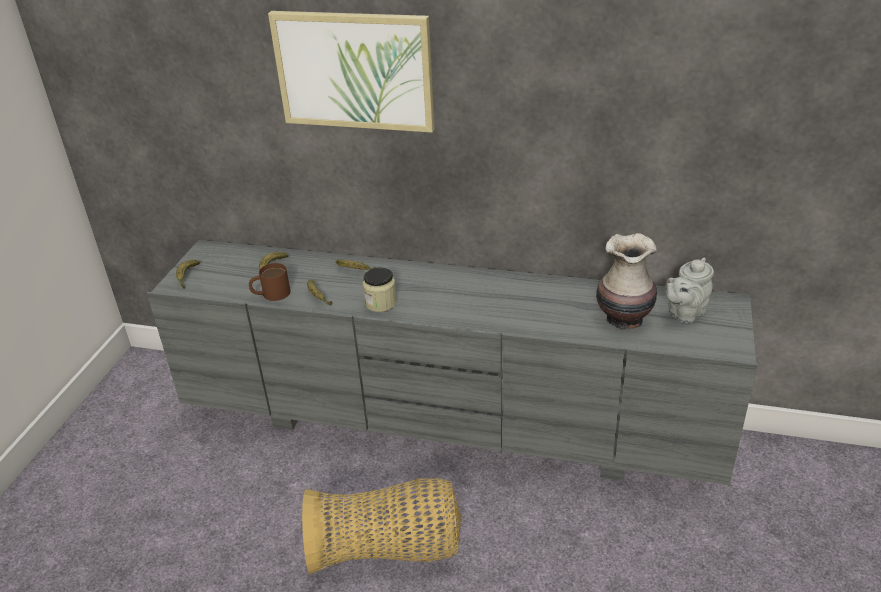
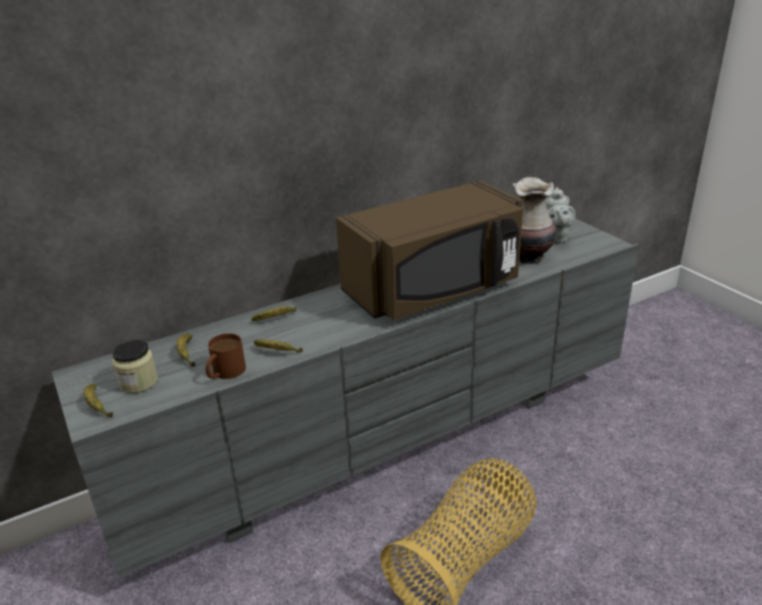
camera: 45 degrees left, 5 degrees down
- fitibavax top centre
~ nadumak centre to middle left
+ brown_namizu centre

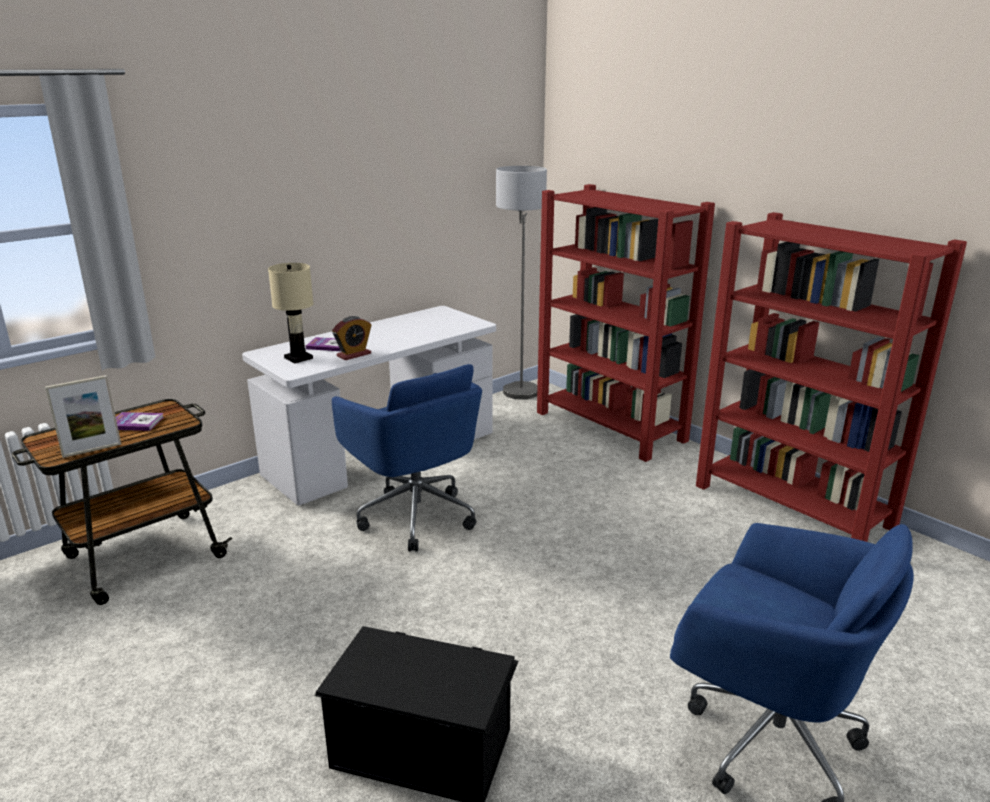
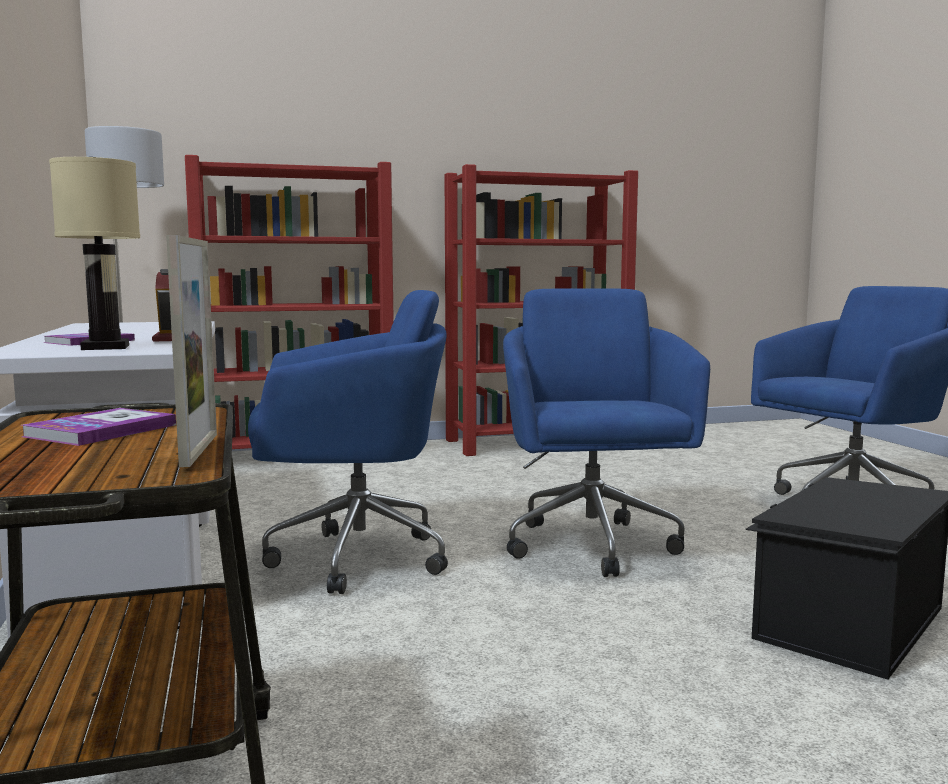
camera: 65 degrees left, 15 degrees down
+ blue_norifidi (no. 2 from left) centre

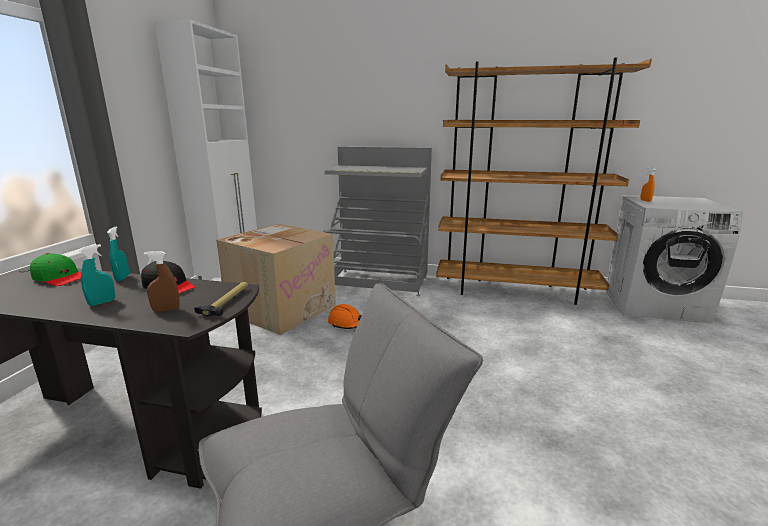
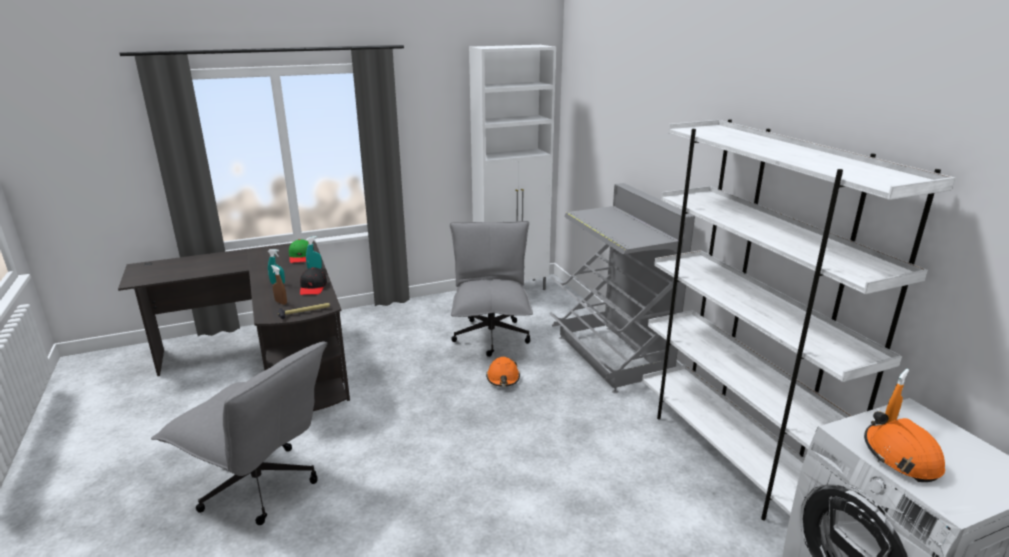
camera: 55 degrees right, 5 degrees up
~ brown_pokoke middle right to white_pokoke middle right
~ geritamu centre to grey_norifidi (no. 2 from left) centre
+ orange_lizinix (no. 2 from left) bottom right

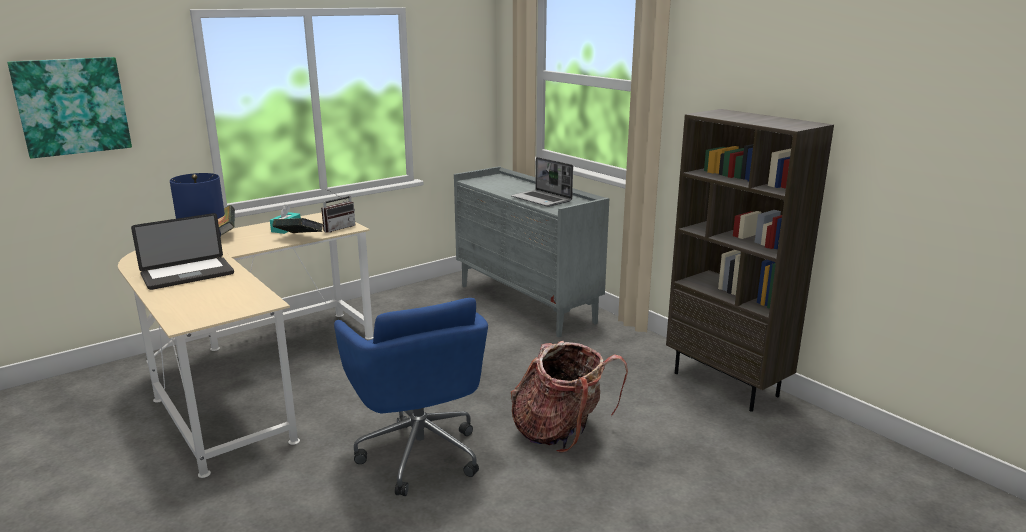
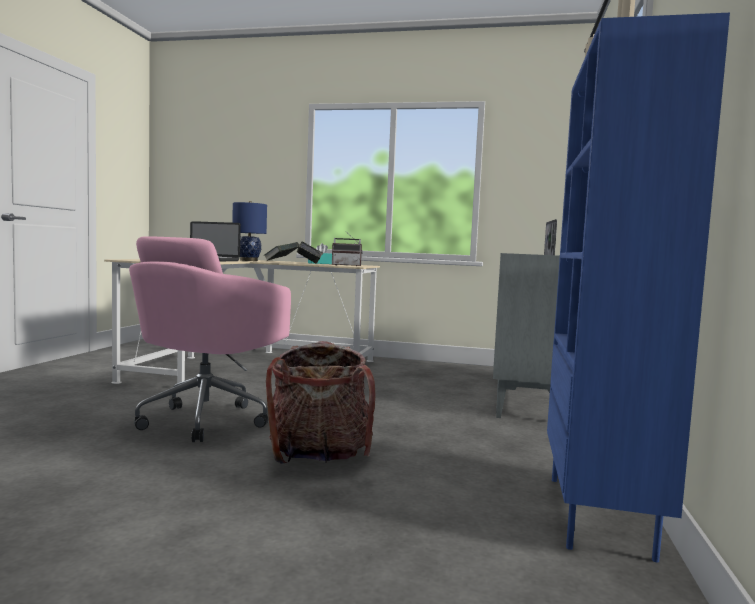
camera: 50 degrees right, 15 degrees down
- fitibavax top left
~ brown_pokoke middle right to blue_pokoke middle right
~ blue_norifidi bottom centre to pink_norifidi middle left

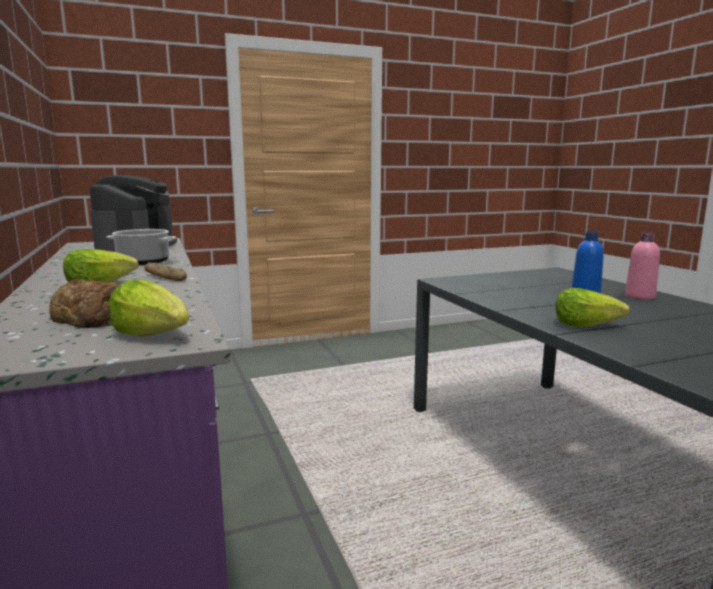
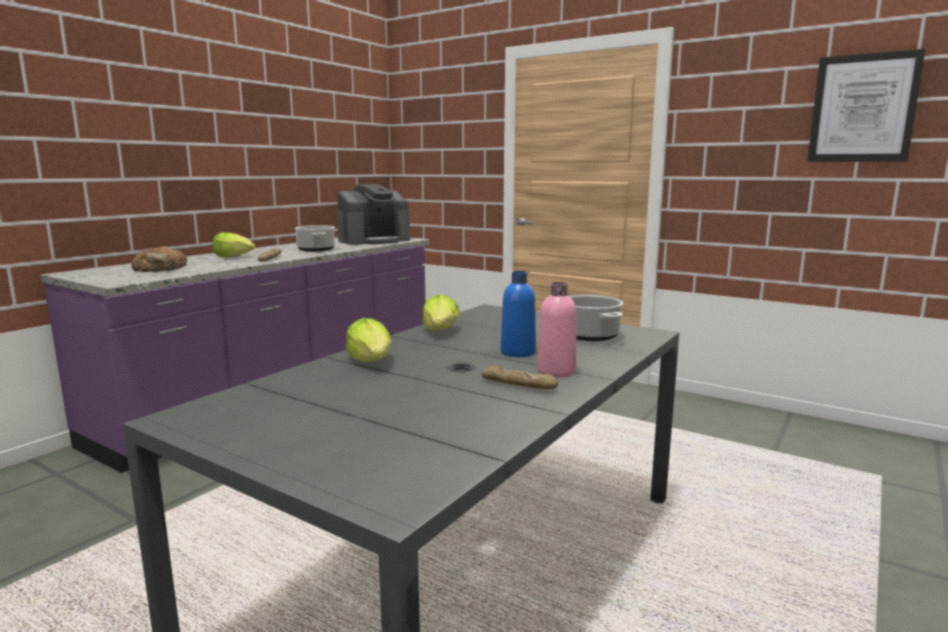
camera: 55 degrees right, 0 degrees up
~ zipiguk (no. 2 from left in the first image) middle left to zipiguk (no. 3 from left) centre
+ fitibavax top right
+ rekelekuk (no. 2 from left) centre
+ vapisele (no. 3 from left) centre

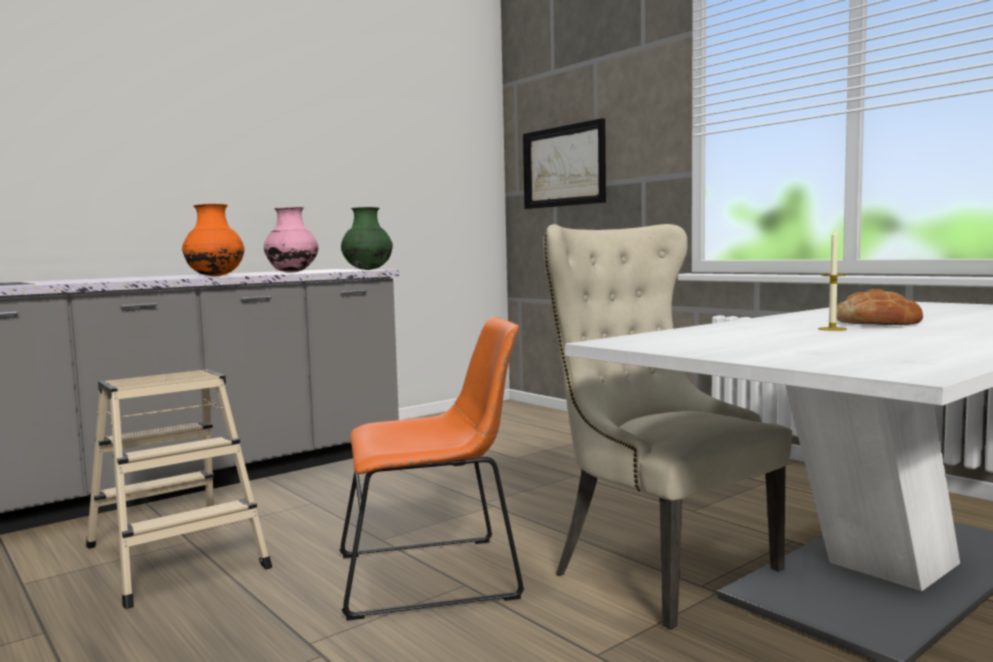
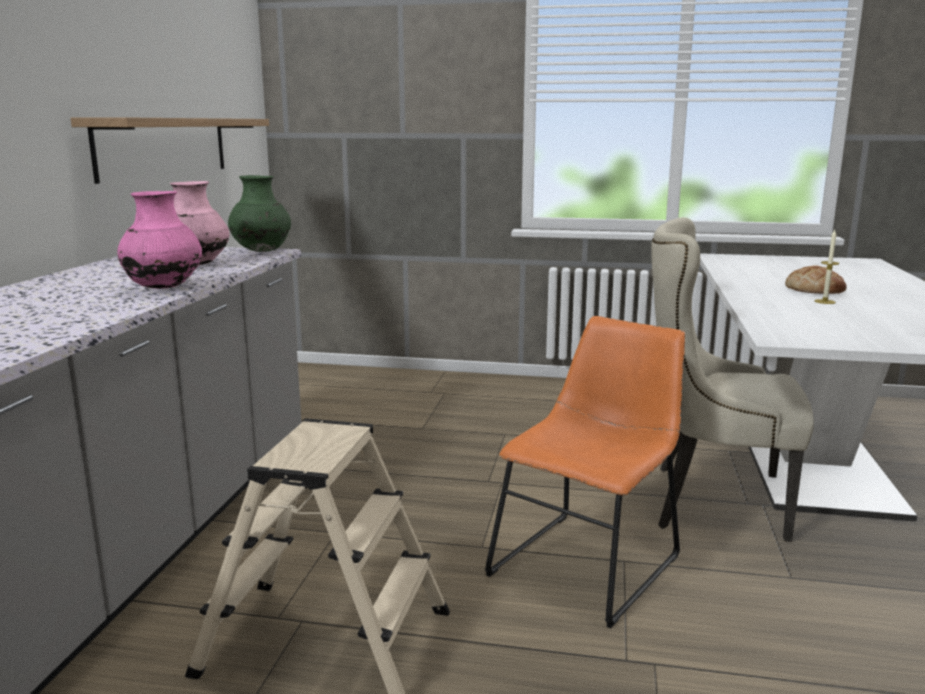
camera: 40 degrees left, 10 degrees up
- fitibavax top centre
~ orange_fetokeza middle left to pink_fetokeza (no. 1 from left) middle left
+ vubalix top left

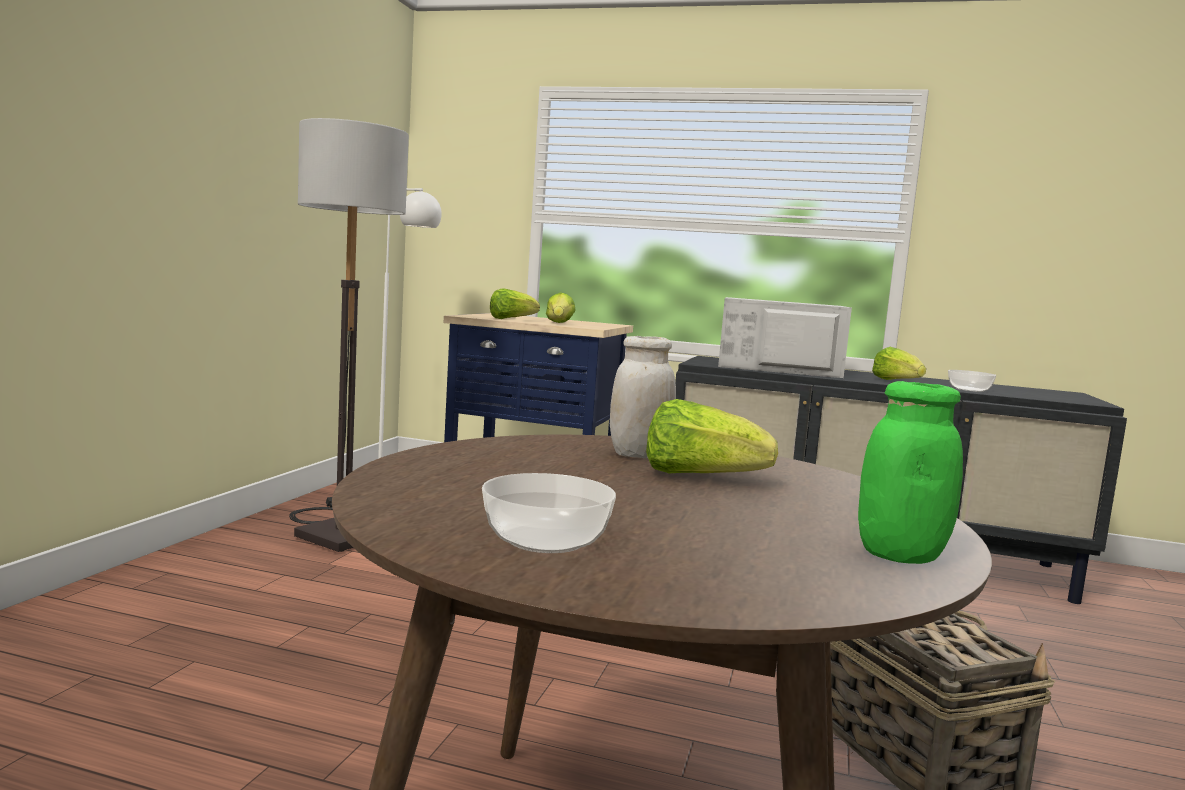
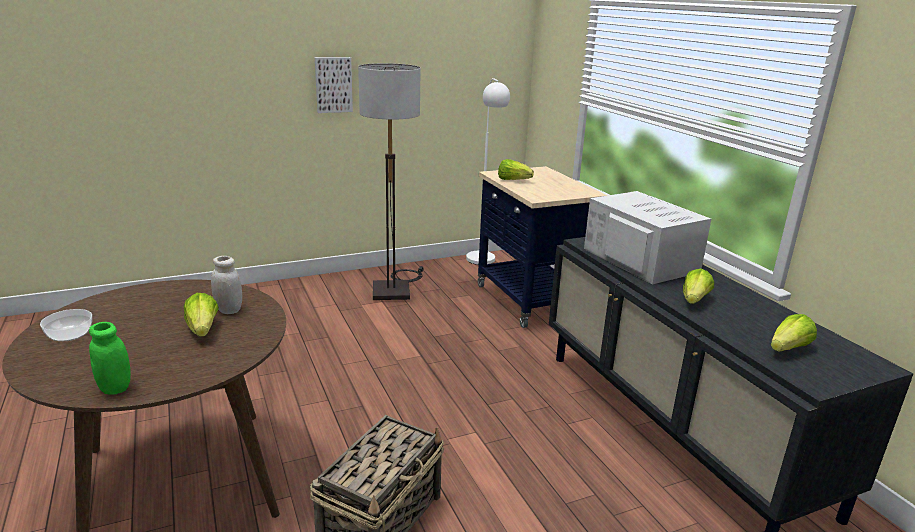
camera: 50 degrees right, 15 degrees up
~ zipiguk (no. 2 from left in the first image) centre to zipiguk (no. 4 from left) middle right
- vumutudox (no. 2 from left) middle right
+ fitibavax top centre

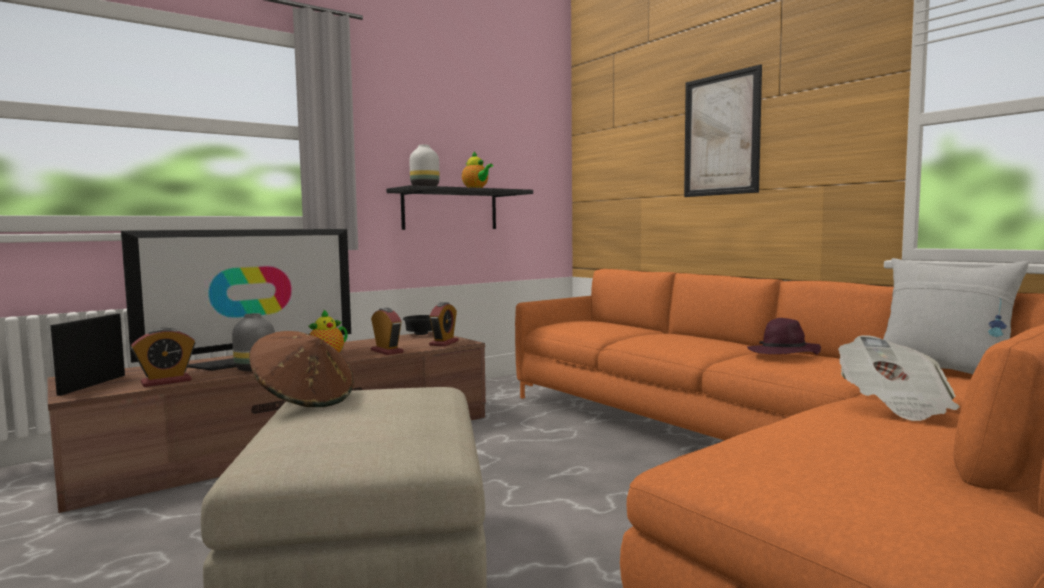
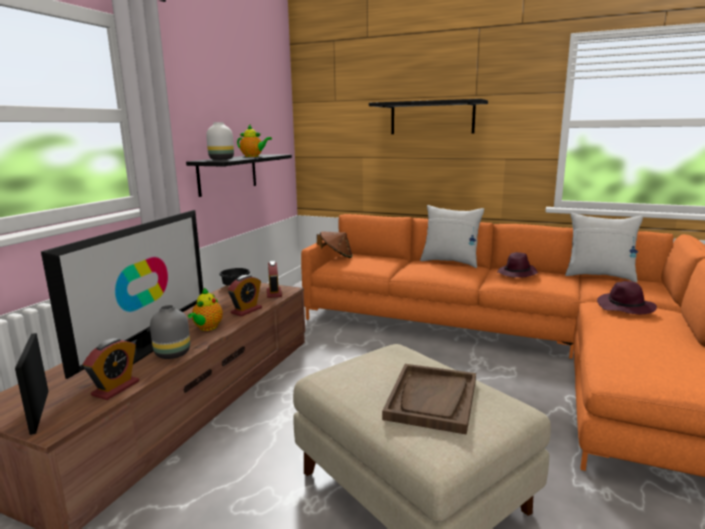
camera: 30 degrees left, 10 degrees up
~ fitibavax top right to black_vubalix (no. 2 from left) top centre
~ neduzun (no. 2 from left) centre = centre 105 degrees clockwise
~ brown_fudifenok middle left to centre
~ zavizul middle right to purple_fudifenok (no. 2 from left) middle right
+ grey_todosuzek (no. 1 from left) centre
+ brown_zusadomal bottom centre

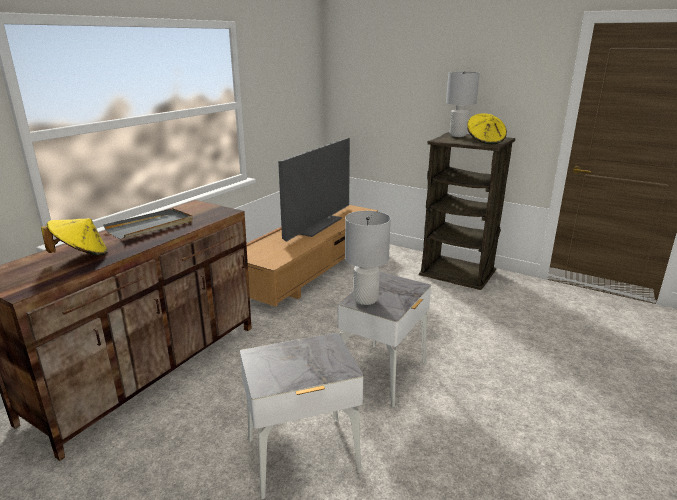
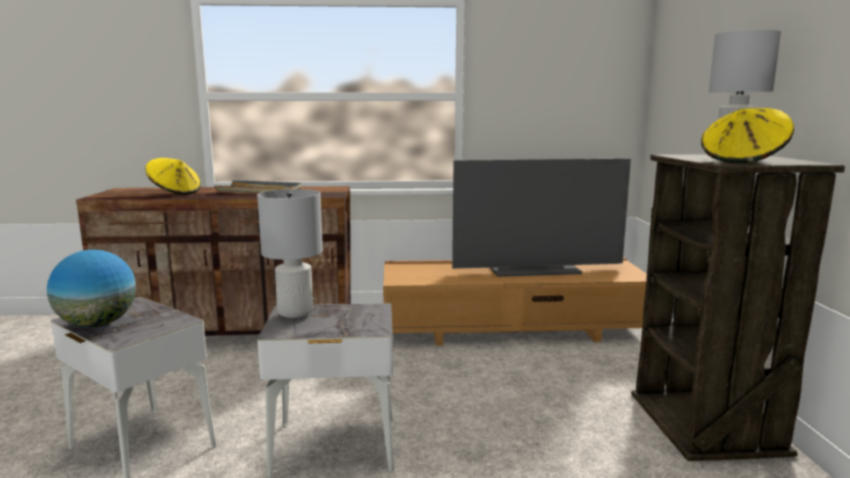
camera: 55 degrees right, 10 degrees down
+ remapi middle left

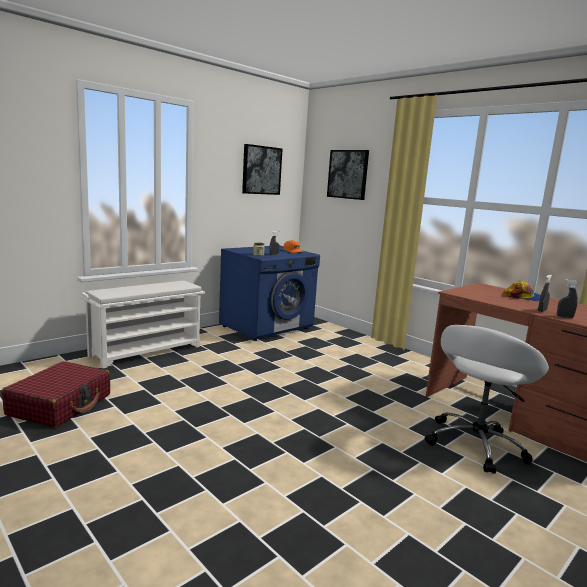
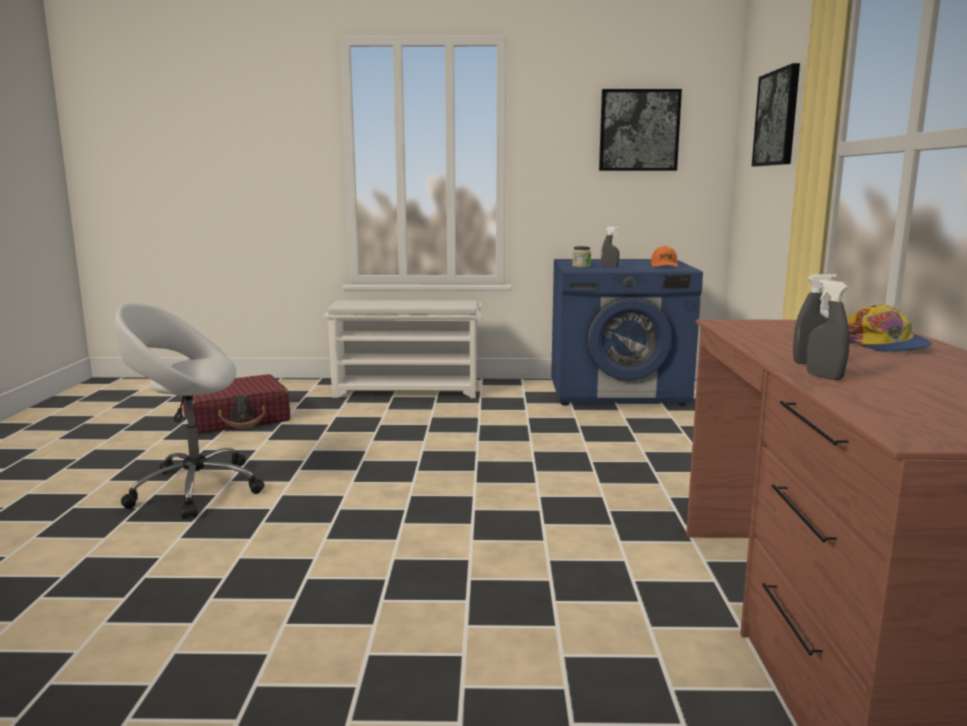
camera: 45 degrees right, 0 degrees up
~ white_norifidi bottom right to middle left

